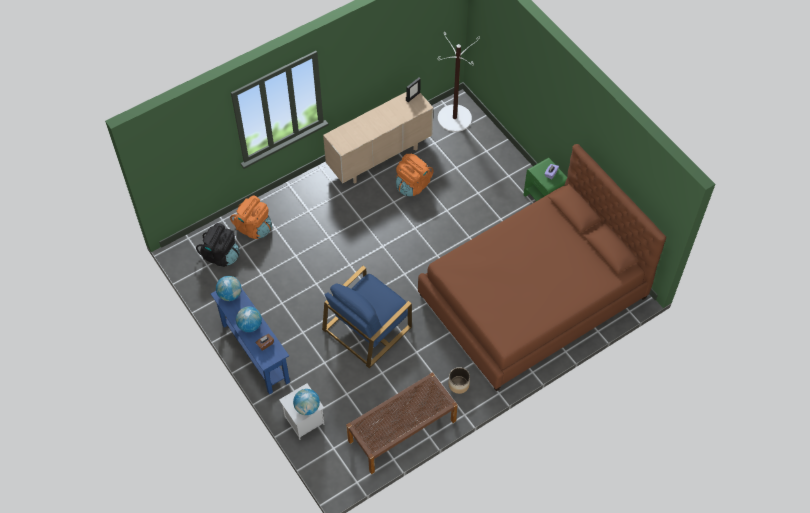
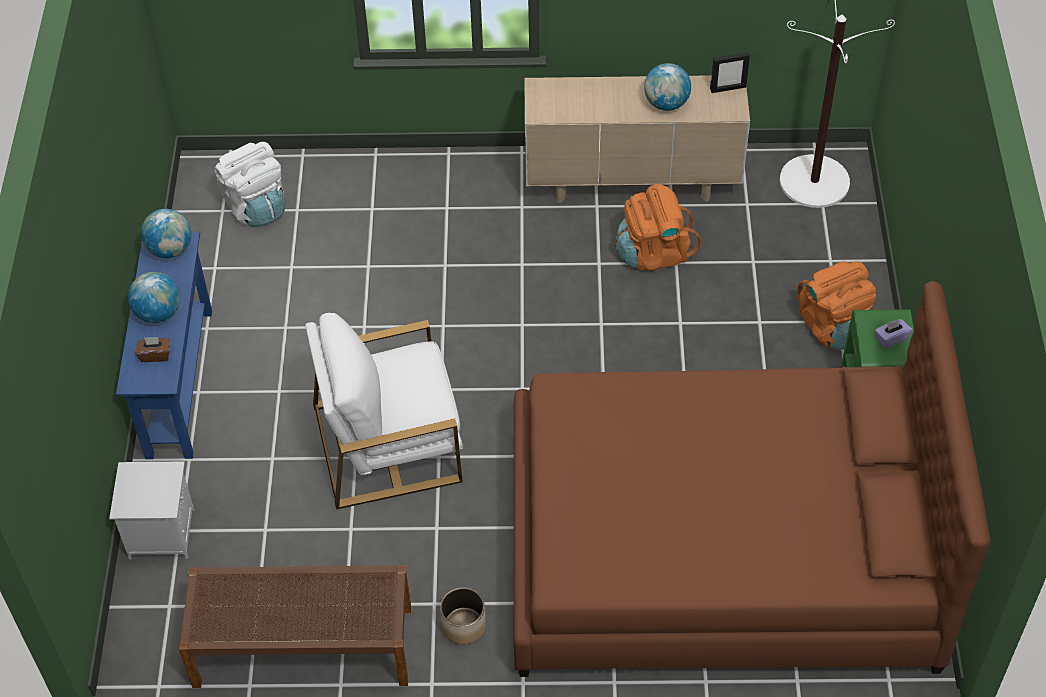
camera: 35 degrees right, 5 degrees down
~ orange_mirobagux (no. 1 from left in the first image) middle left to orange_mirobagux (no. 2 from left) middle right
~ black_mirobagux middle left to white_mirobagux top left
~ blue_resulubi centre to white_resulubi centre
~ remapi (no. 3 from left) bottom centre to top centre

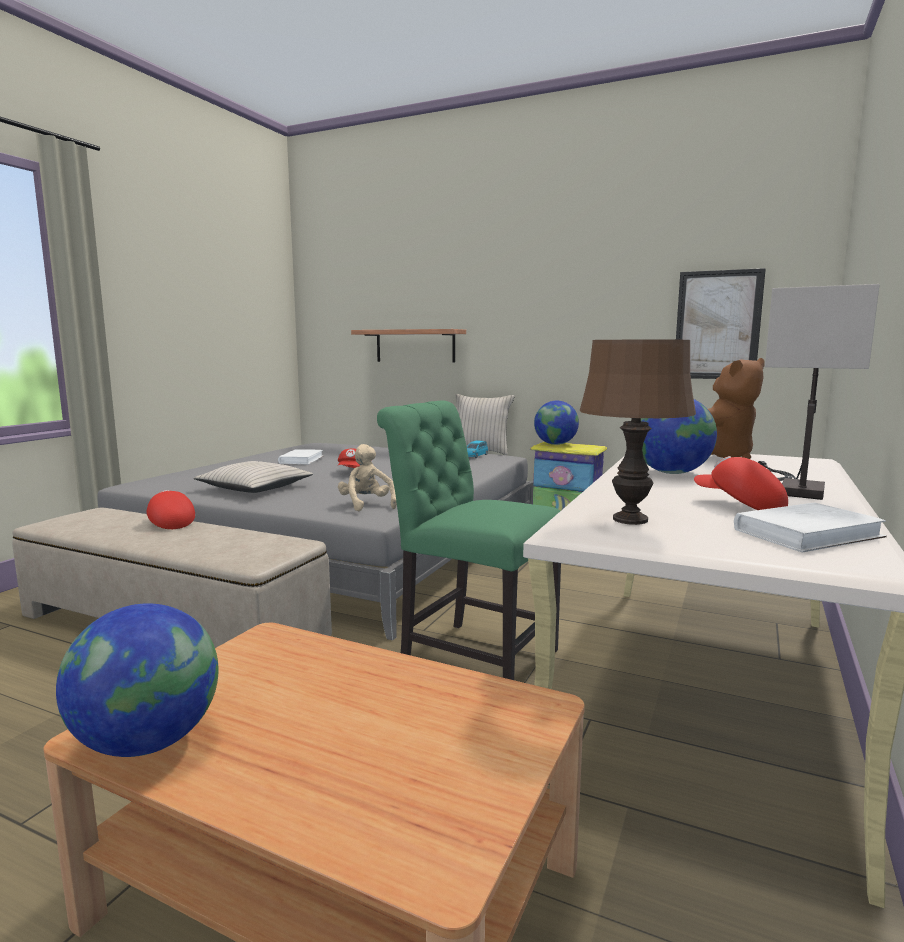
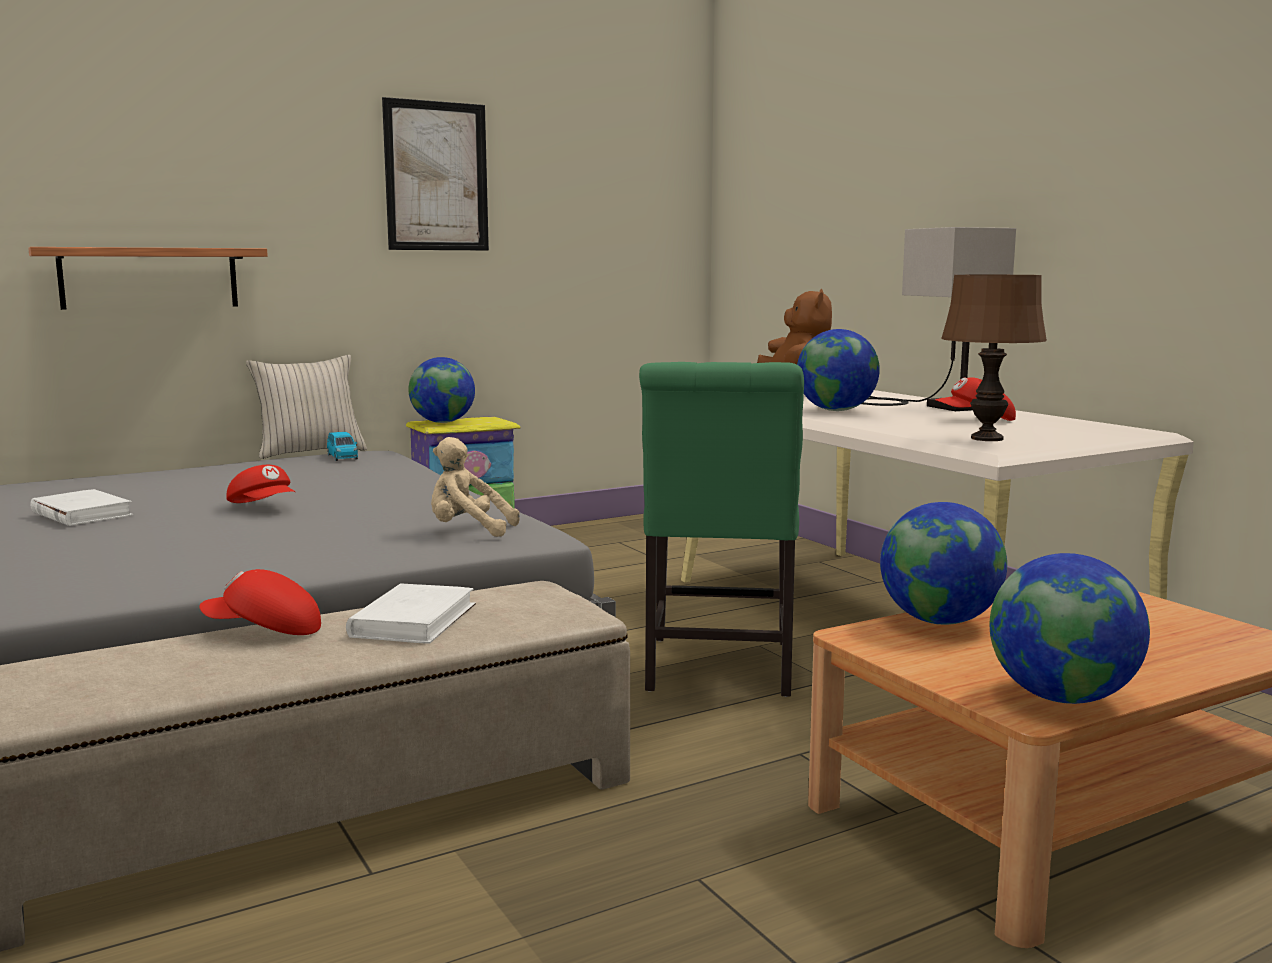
camera: 55 degrees left, 0 degrees up
~ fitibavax middle right to top centre
~ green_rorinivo centre = centre 60 degrees counterclockwise
- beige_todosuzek (no. 1 from left) middle left
~ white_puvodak (no. 2 from left) middle right to middle left
+ remapi (no. 3 from left) middle right

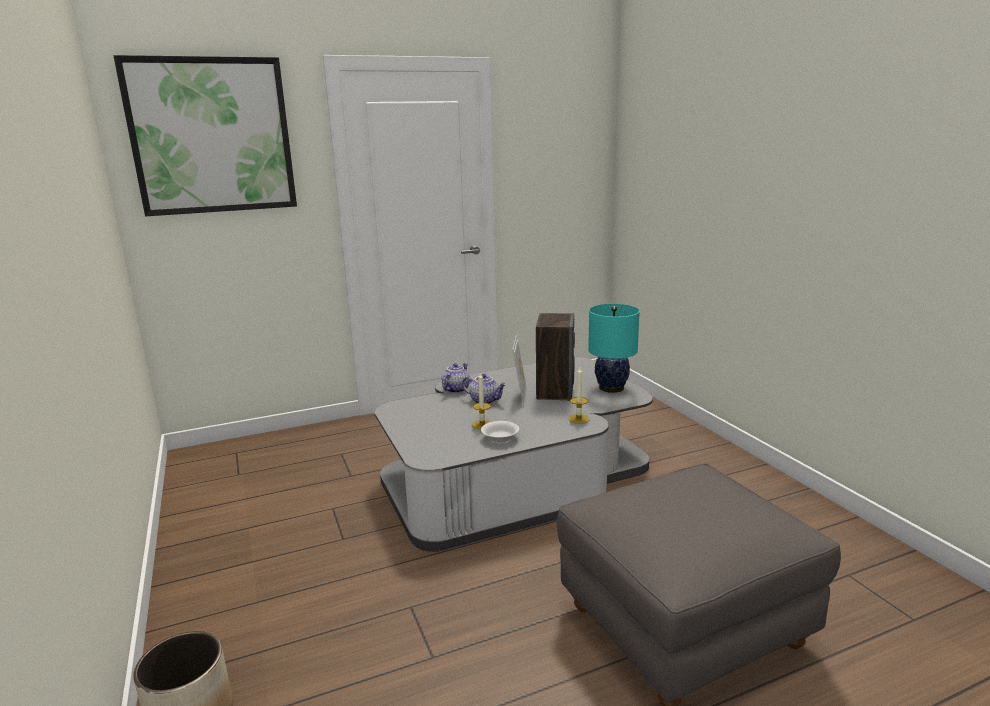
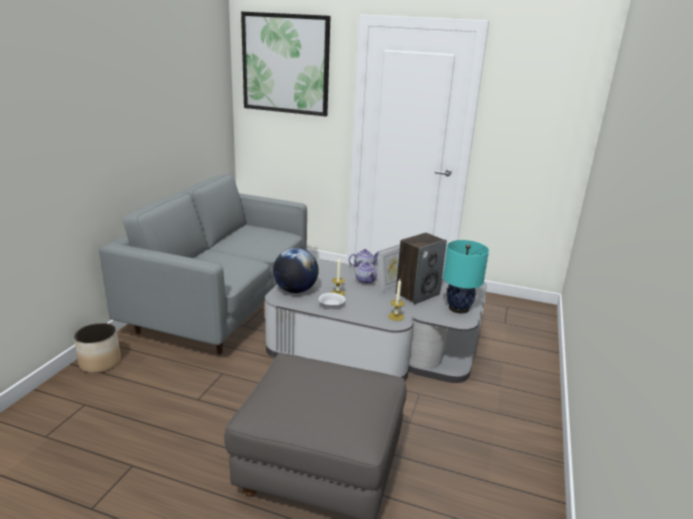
camera: 40 degrees right, 5 degrees up
+ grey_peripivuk middle left
+ remapi centre

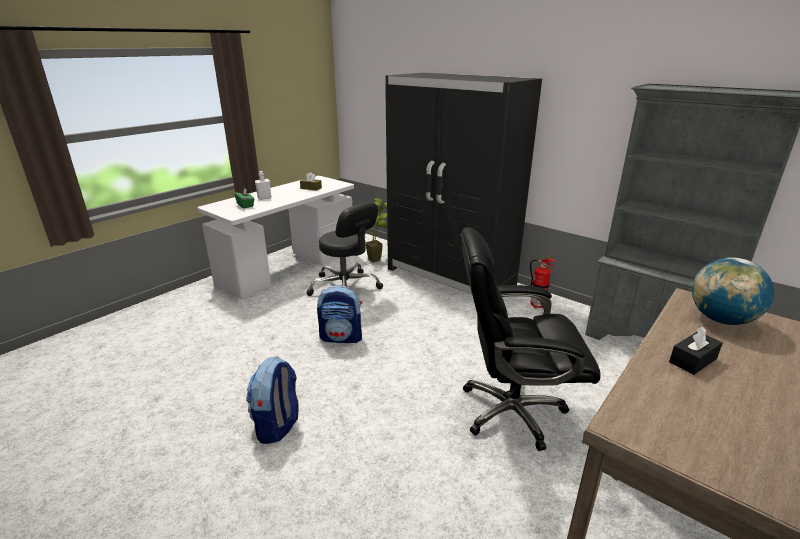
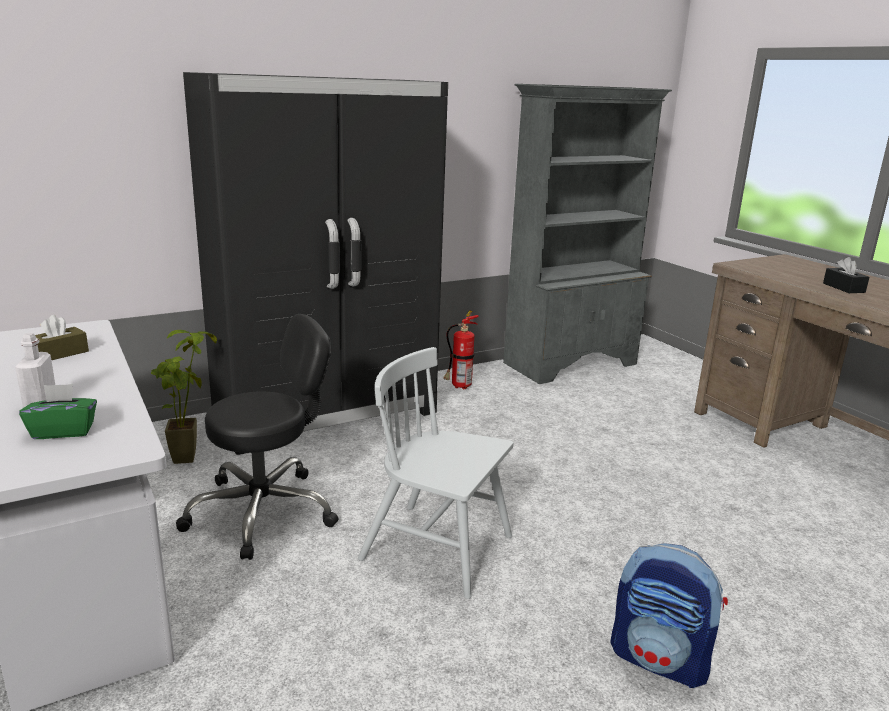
camera: 70 degrees left, 5 degrees down
- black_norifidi (no. 2 from left) centre
- remapi middle right
~ mirobagux (no. 2 from left) centre to white_rorinivo centre

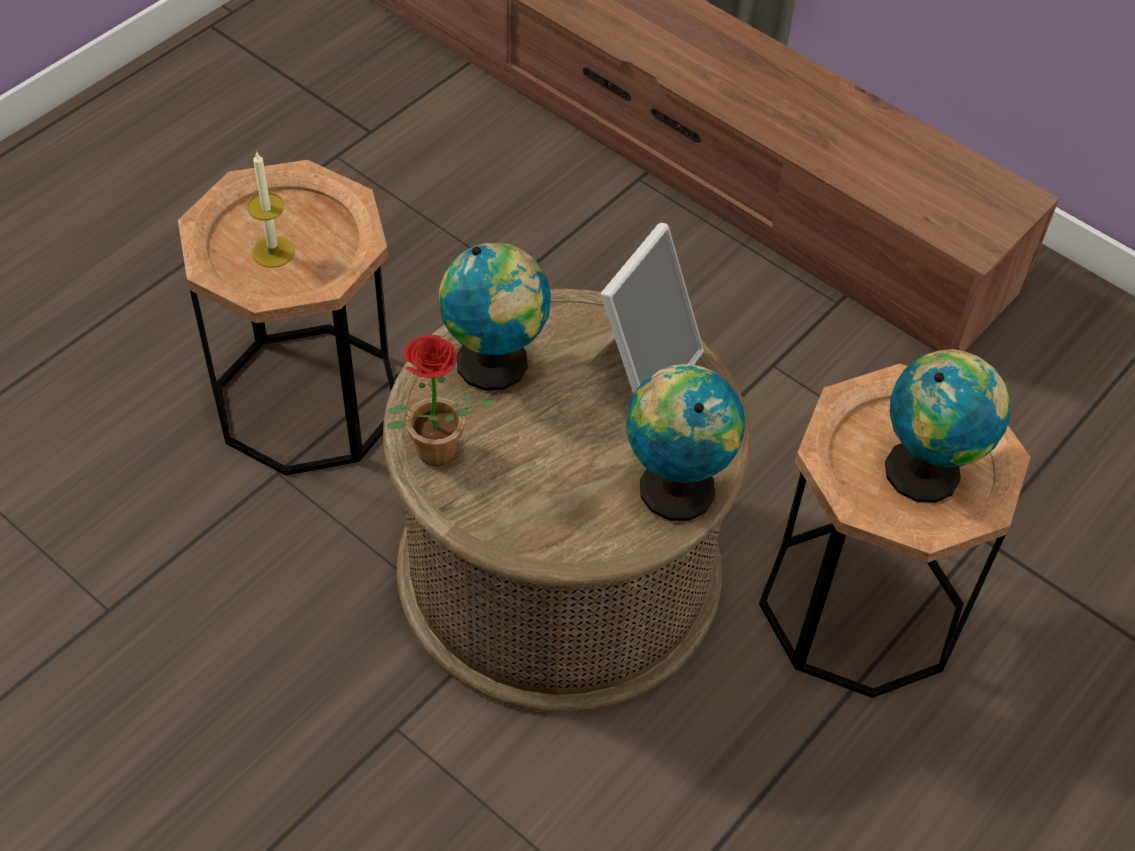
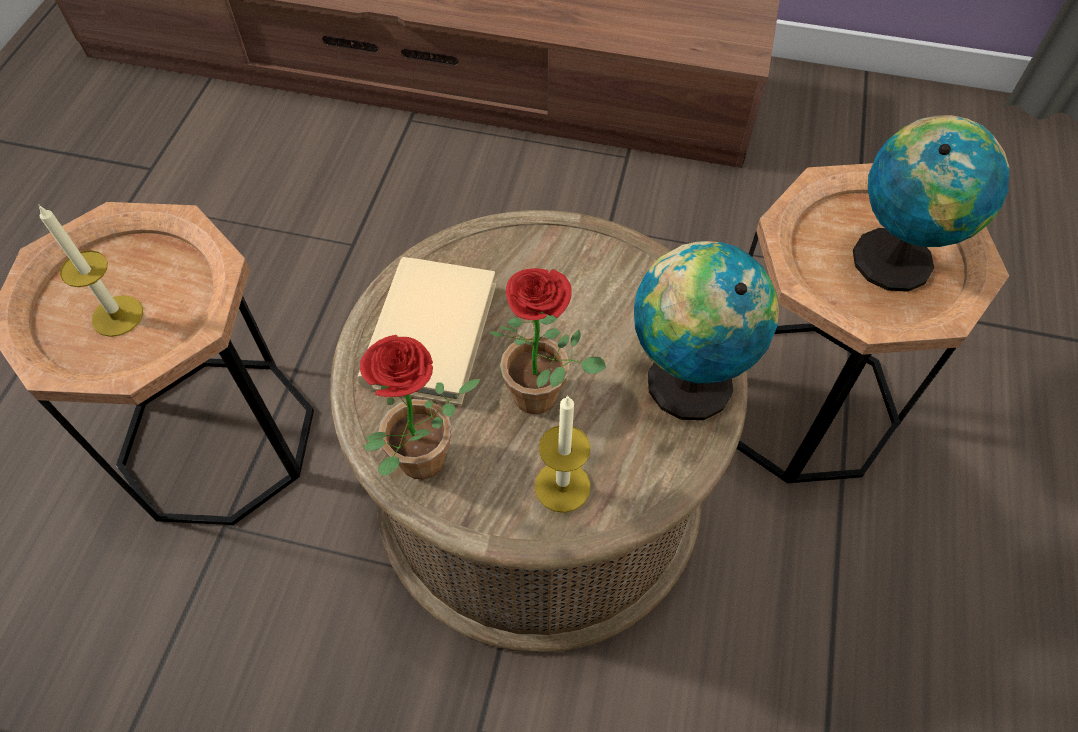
camera: 25 degrees left, 5 degrees up
- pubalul centre
~ remapi (no. 1 from left) centre to beige_puvodak centre
+ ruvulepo (no. 2 from left) centre
+ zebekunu (no. 2 from left) centre

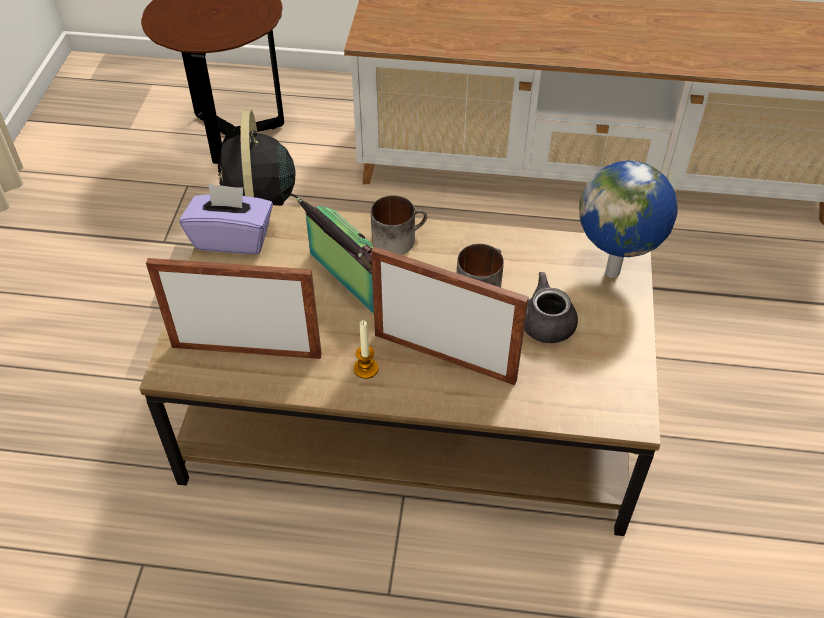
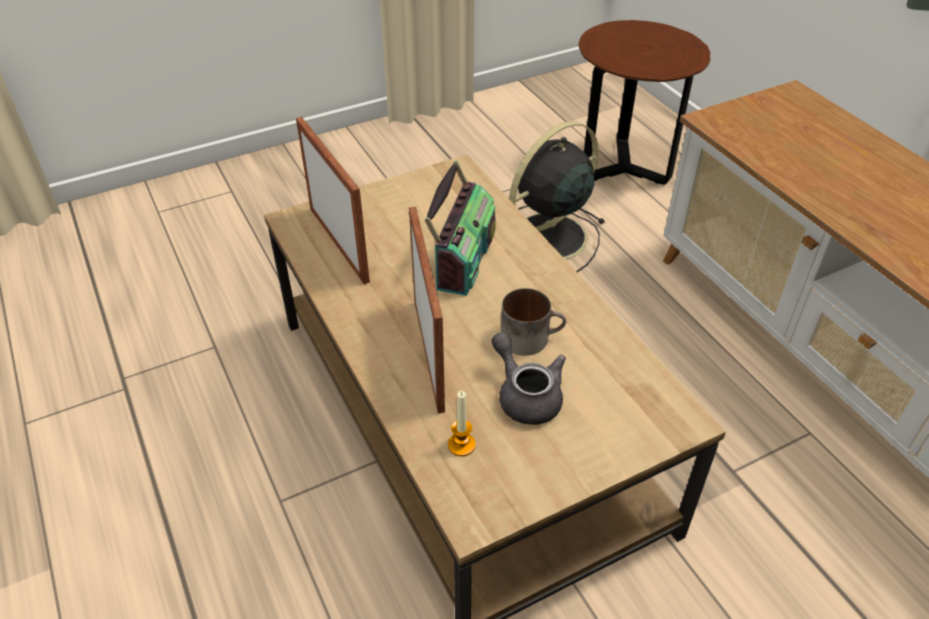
camera: 55 degrees right, 5 degrees down
- remapi middle right
- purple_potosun middle left
- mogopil (no. 1 from left) centre
~ zebekunu centre to bottom centre

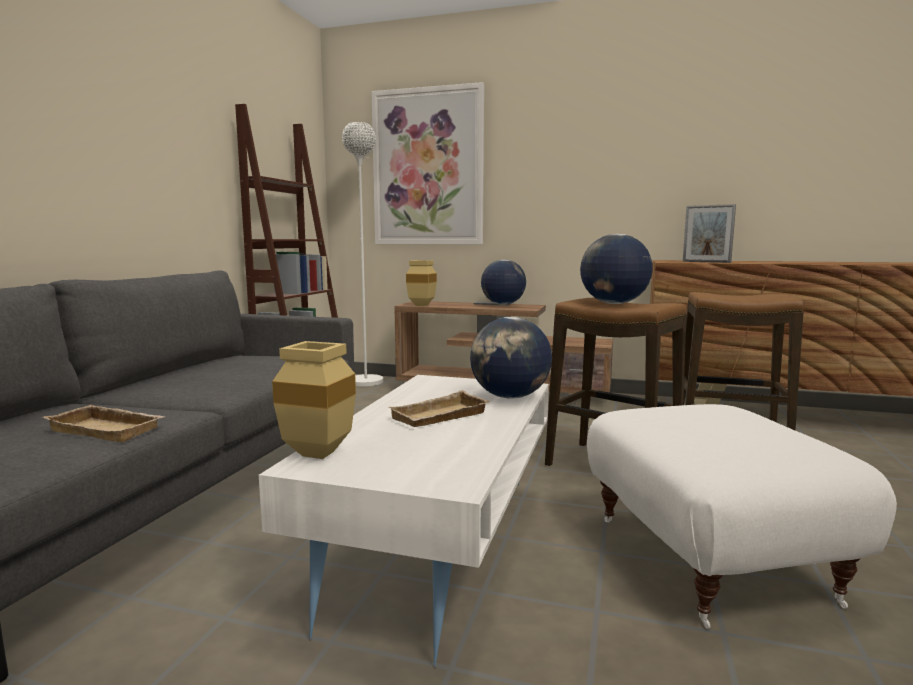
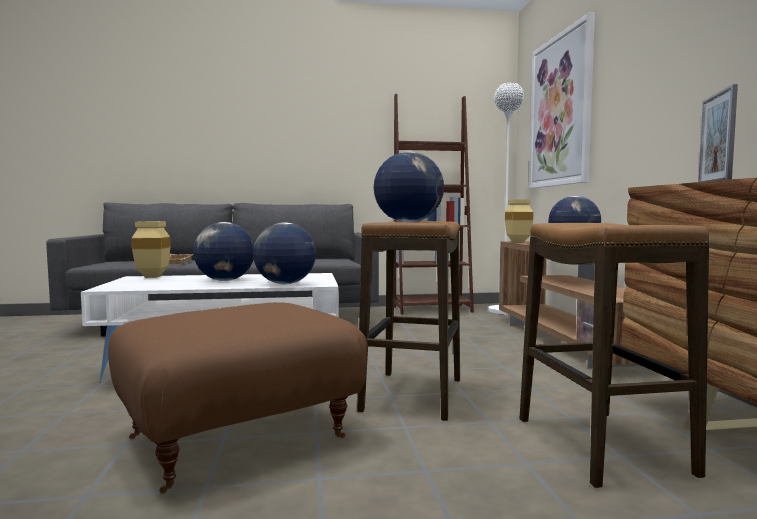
camera: 65 degrees right, 5 degrees down
~ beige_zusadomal (no. 2 from left) centre to remapi (no. 1 from left) middle left
~ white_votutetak bottom right to brown_votutetak bottom left

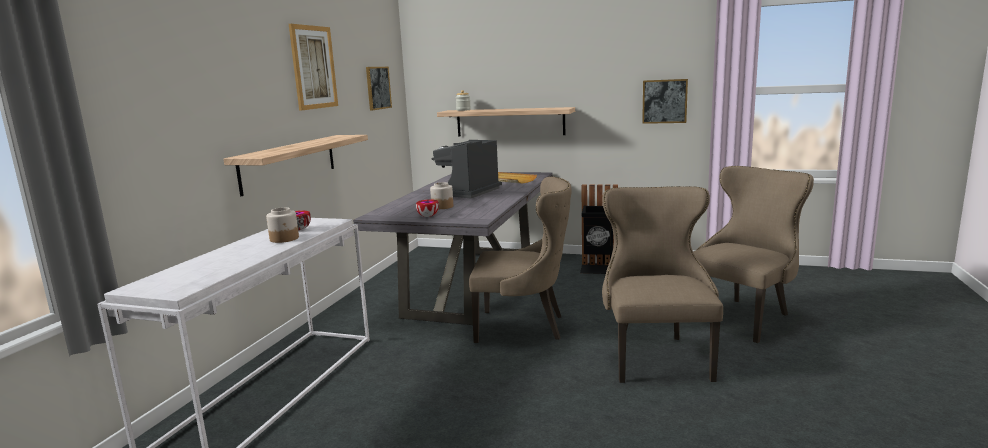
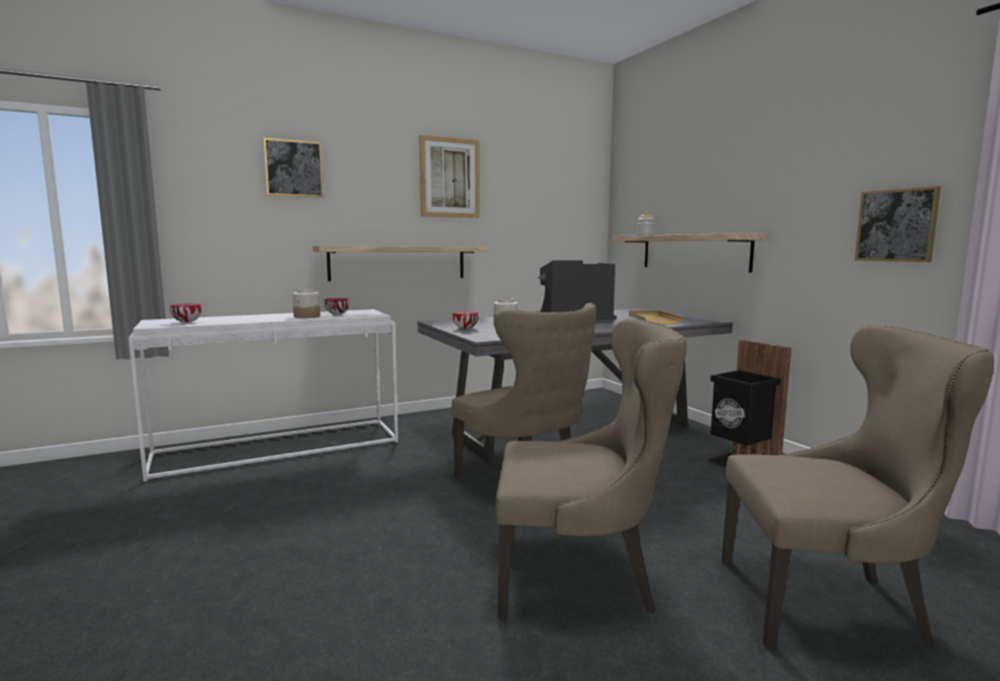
camera: 45 degrees right, 5 degrees down
~ fitibavax (no. 2 from left in the first image) top centre to fitibavax (no. 1 from left) top left
~ beige_rorinivo (no. 2 from left) middle right = bottom centre 45 degrees clockwise
+ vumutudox (no. 1 from left) middle left

